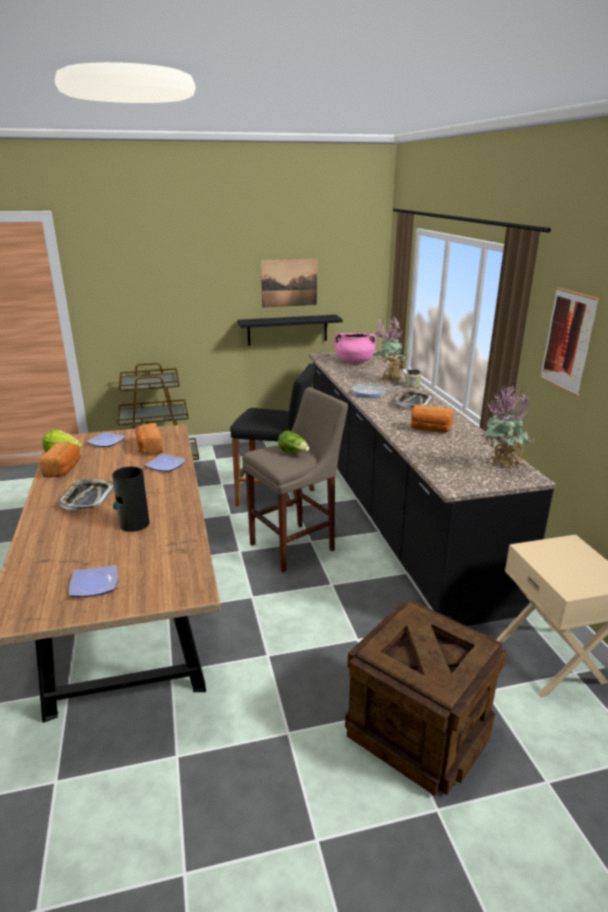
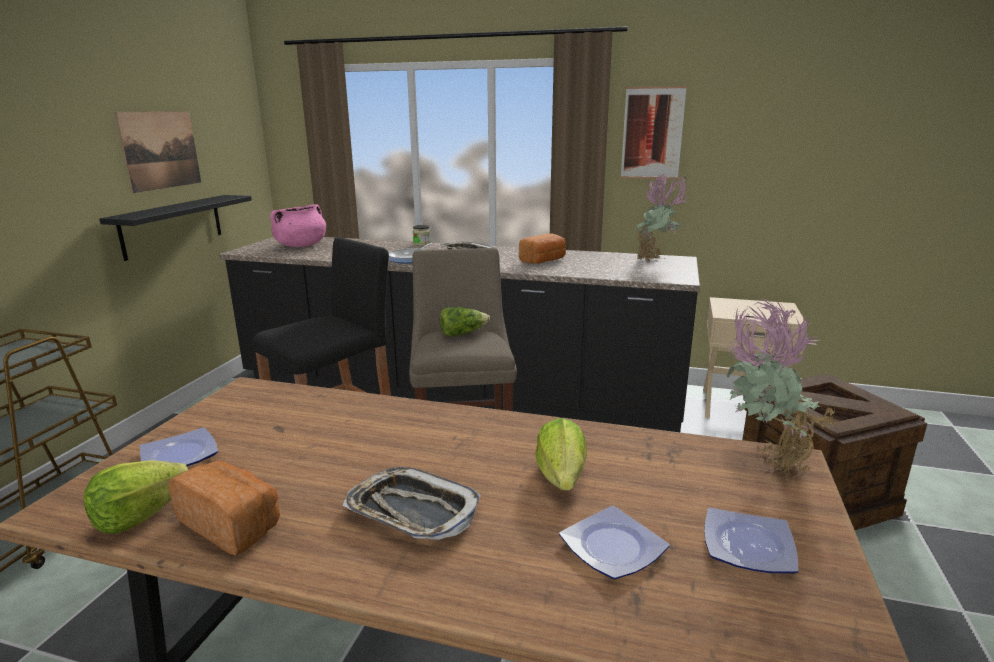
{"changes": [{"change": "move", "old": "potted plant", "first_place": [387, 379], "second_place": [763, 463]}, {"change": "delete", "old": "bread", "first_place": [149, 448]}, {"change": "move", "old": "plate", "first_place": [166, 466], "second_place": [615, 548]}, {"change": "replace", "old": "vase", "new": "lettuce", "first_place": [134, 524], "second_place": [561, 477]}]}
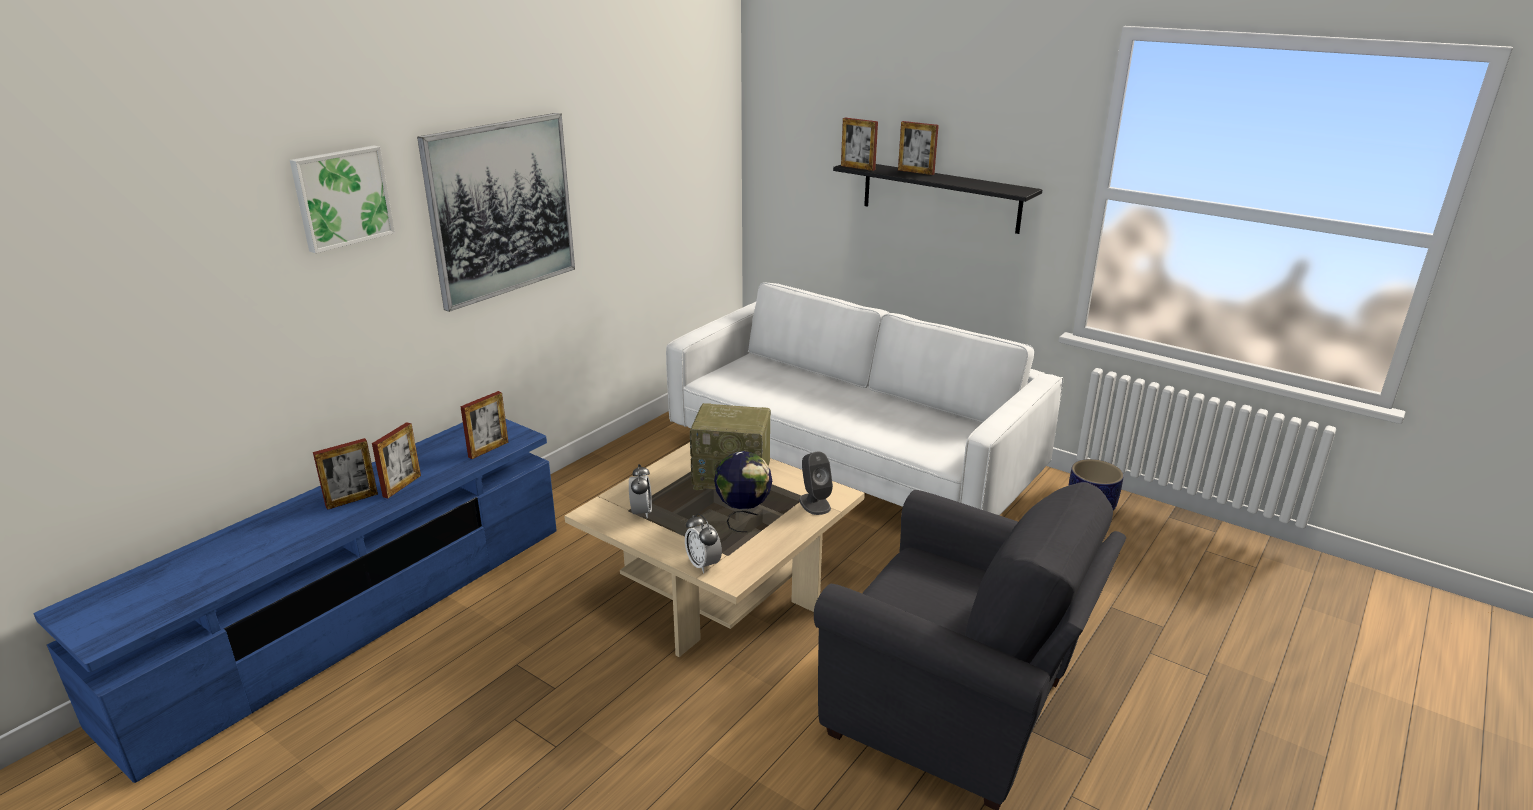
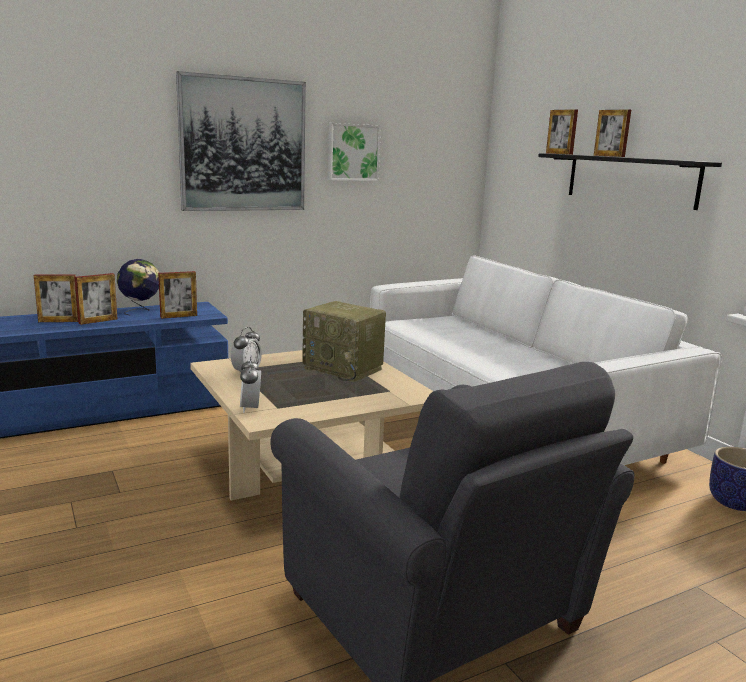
{"changes": [{"change": "move", "old": "picture", "first_place": [341, 197], "second_place": [352, 152]}, {"change": "move", "old": "globe", "first_place": [743, 518], "second_place": [140, 311]}, {"change": "delete", "old": "speaker/grey", "first_place": [814, 503]}]}
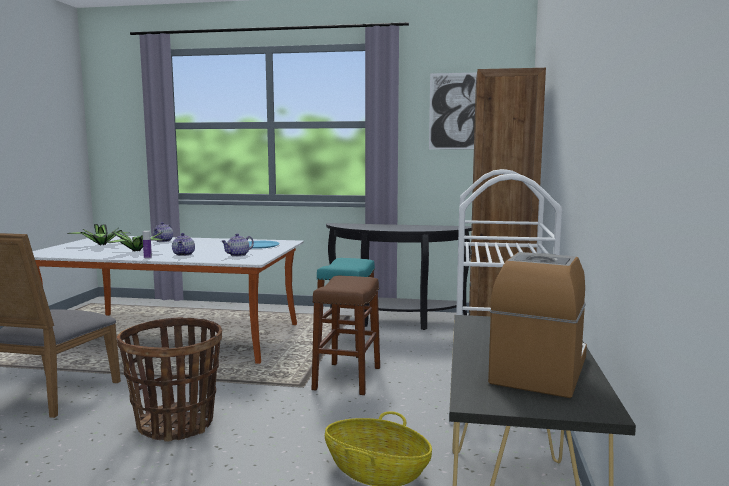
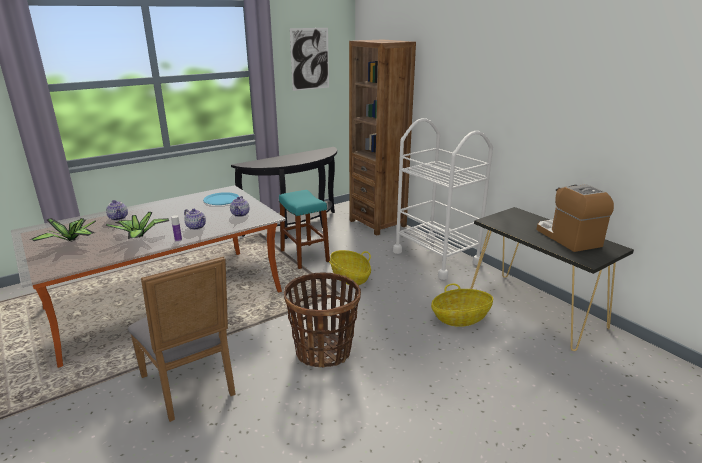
{"changes": [{"change": "replace", "old": "stool/brown", "new": "basket", "first_place": [347, 378], "second_place": [350, 277]}]}
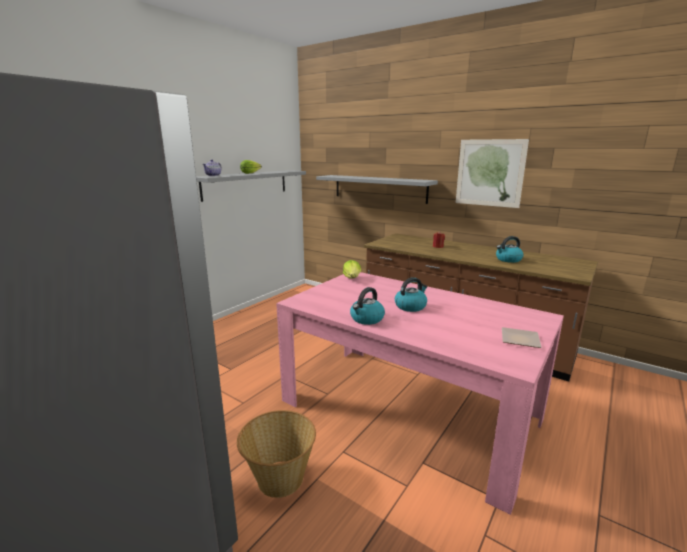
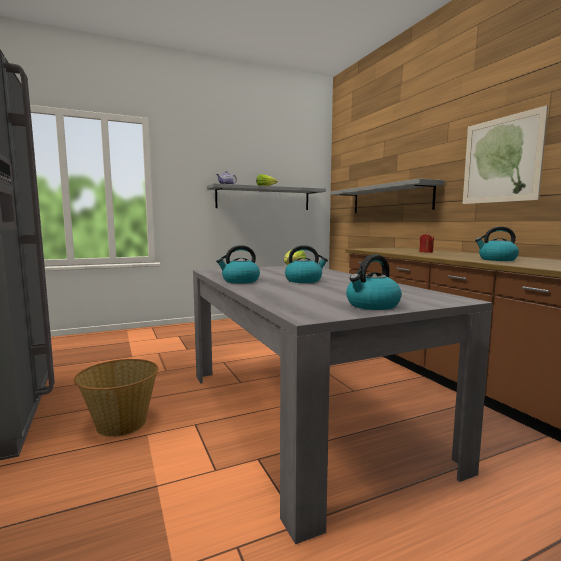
{"changes": [{"change": "recolor", "old": "dining table/pink", "new": "dining table/grey", "first_place": [408, 409], "second_place": [303, 414]}, {"change": "replace", "old": "plate", "new": "kettle", "first_place": [521, 339], "second_place": [372, 305]}]}
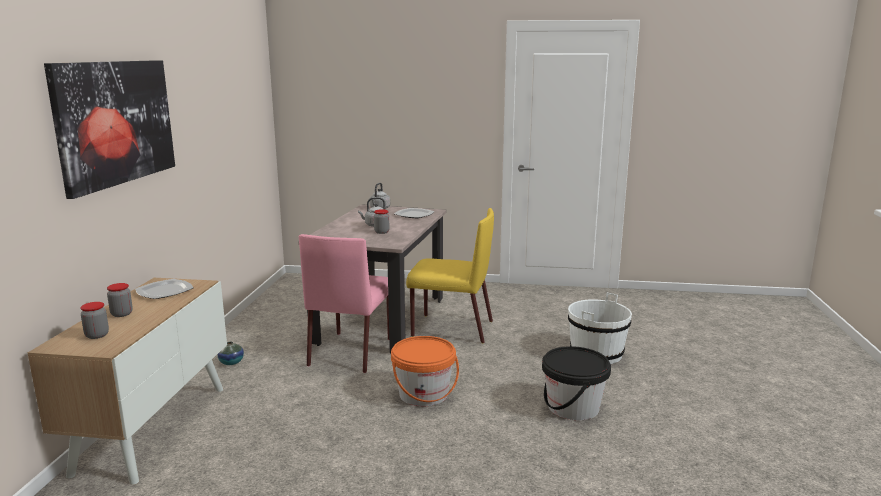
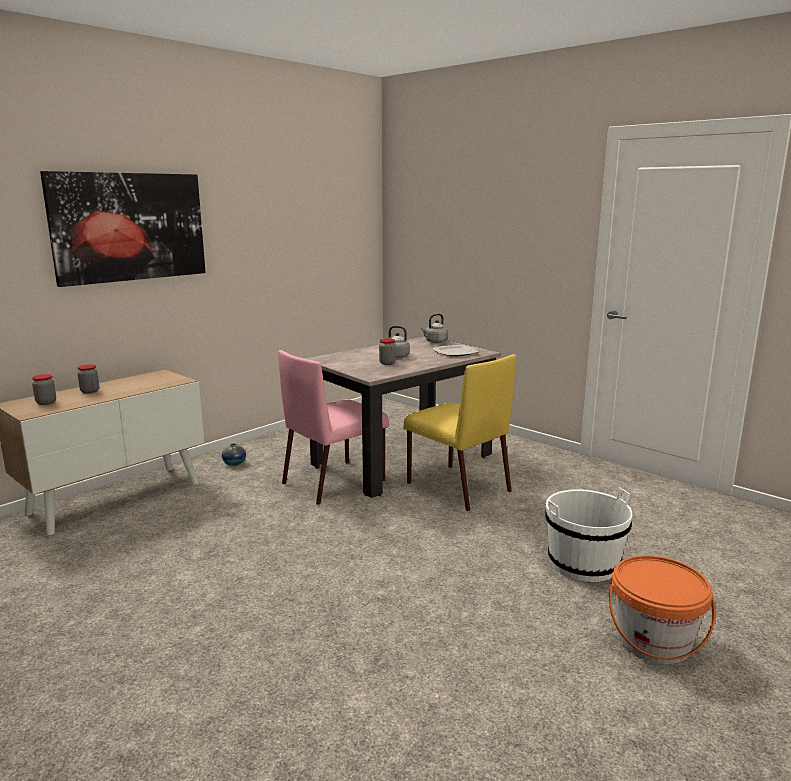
{"changes": [{"change": "delete", "old": "plate", "first_place": [164, 291]}, {"change": "move", "old": "bucket/orange", "first_place": [423, 394], "second_place": [653, 641]}, {"change": "delete", "old": "bucket/black", "first_place": [573, 407]}]}
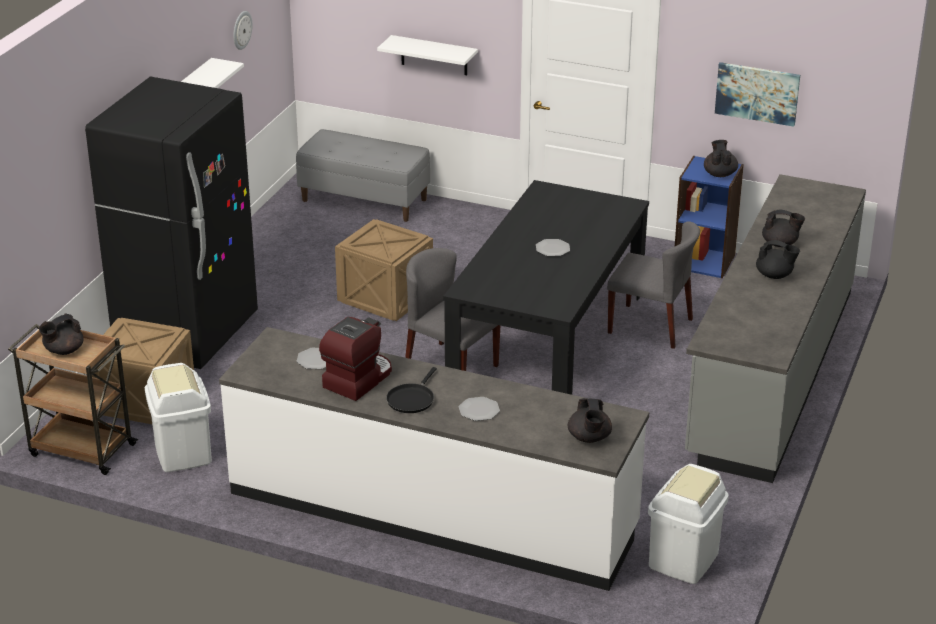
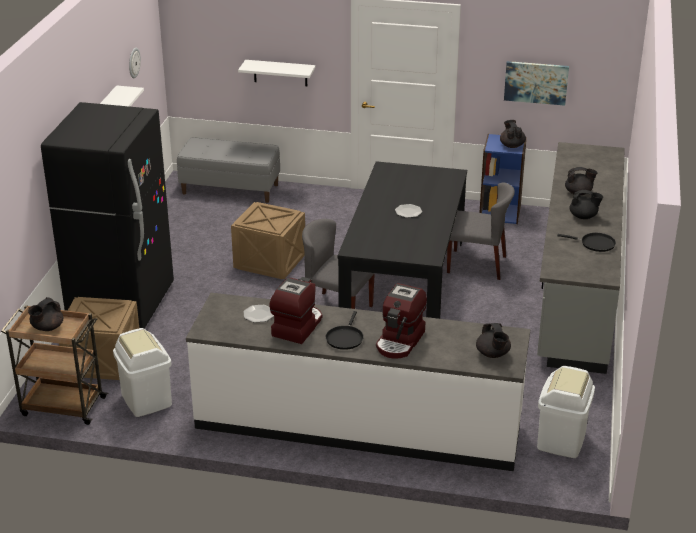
{"changes": [{"change": "replace", "old": "plate", "new": "coffee machine", "first_place": [479, 410], "second_place": [400, 341]}, {"change": "insert", "new": "frying pan/black", "second_place": [595, 244]}]}
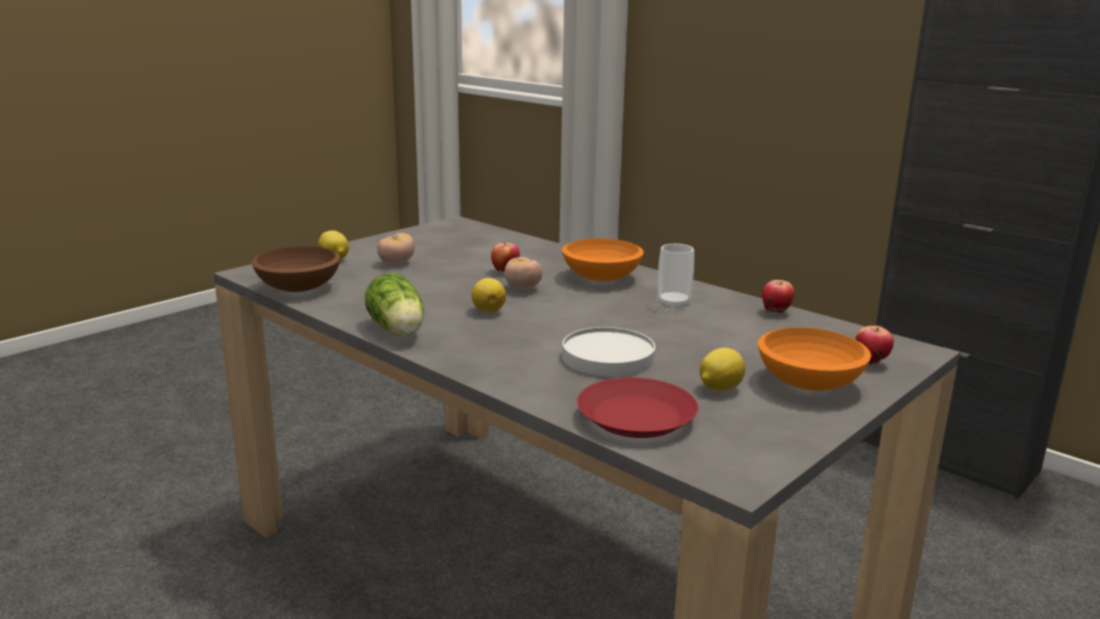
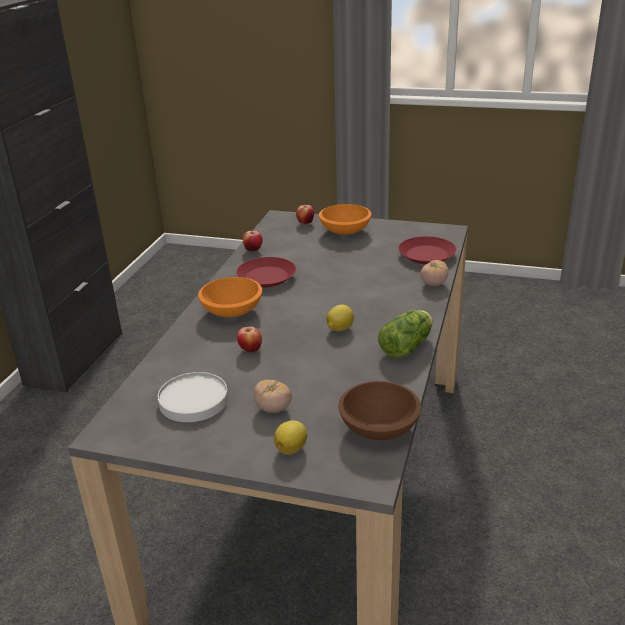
{"changes": [{"change": "replace", "old": "cup", "new": "plate/red", "first_place": [673, 304], "second_place": [267, 277]}, {"change": "move", "old": "tomato", "first_place": [523, 288], "second_place": [433, 284]}, {"change": "move", "old": "plate/white", "first_place": [608, 357], "second_place": [193, 400]}, {"change": "delete", "old": "lemon", "first_place": [719, 388]}]}
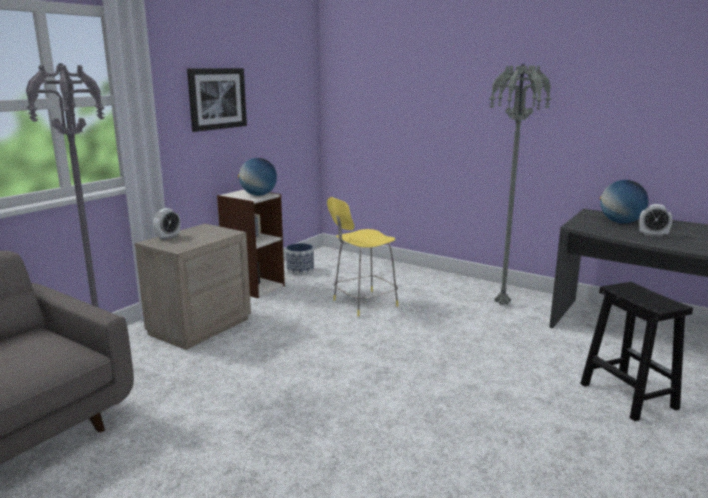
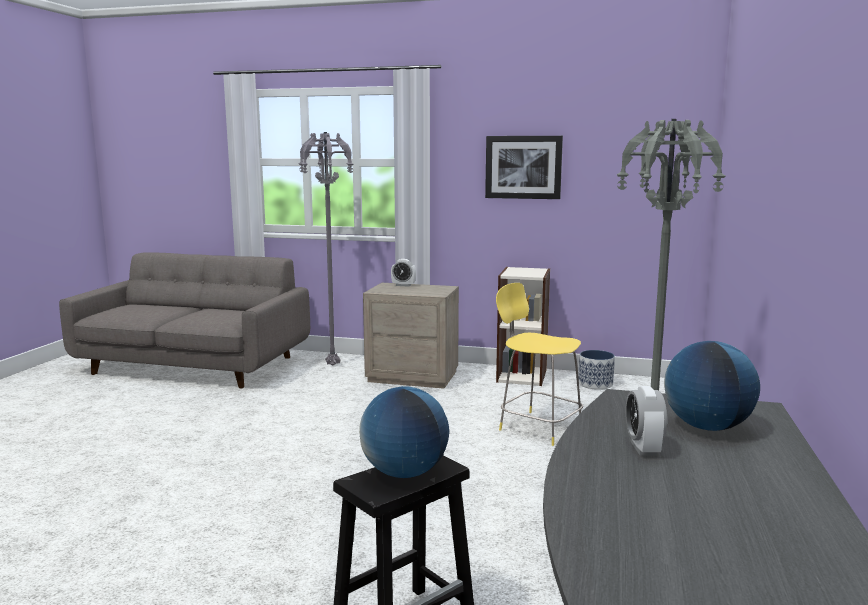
{"changes": [{"change": "move", "old": "globe", "first_place": [258, 195], "second_place": [404, 473]}]}
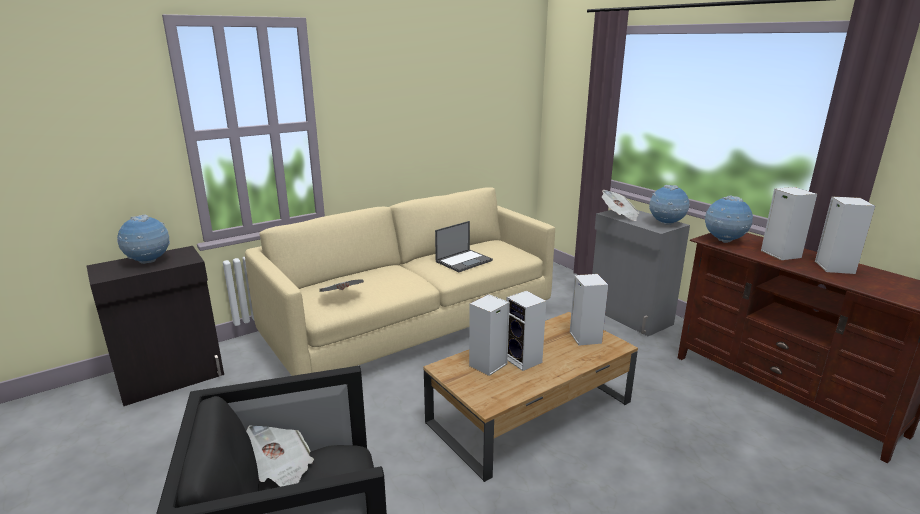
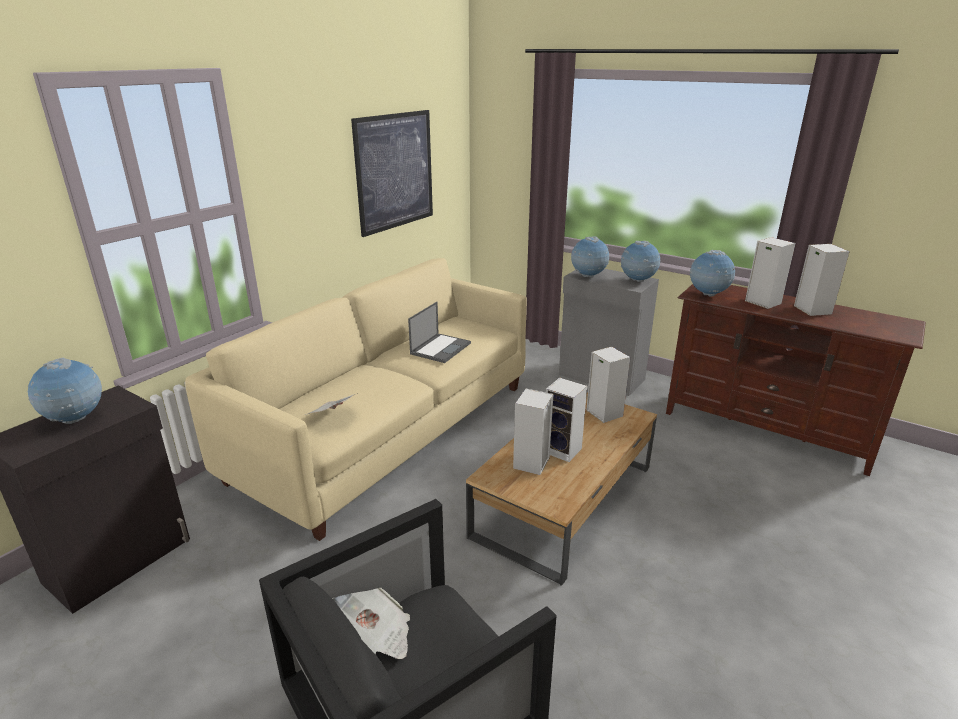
{"changes": [{"change": "replace", "old": "newspaper", "new": "globe", "first_place": [619, 215], "second_place": [588, 276]}, {"change": "insert", "new": "picture", "second_place": [395, 171]}]}
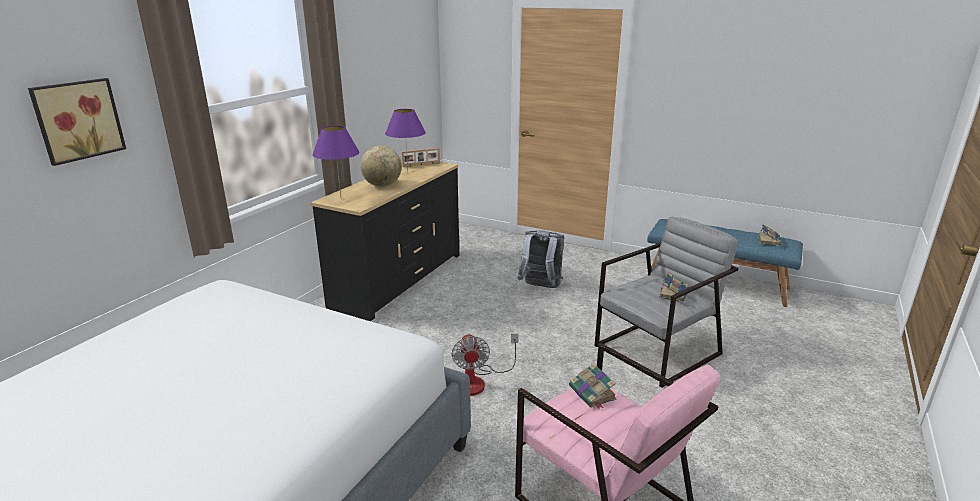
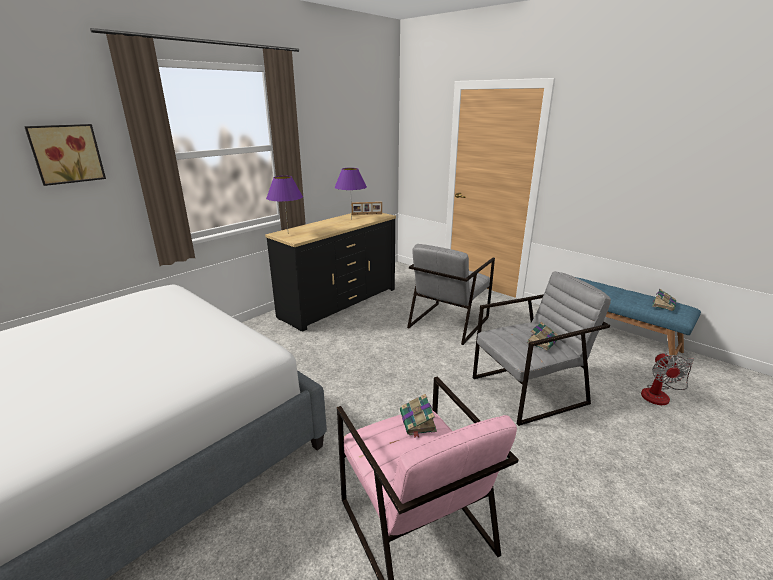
{"changes": [{"change": "delete", "old": "globe", "first_place": [383, 185]}, {"change": "replace", "old": "backpack/grey", "new": "armchair/grey", "first_place": [540, 287], "second_place": [448, 322]}, {"change": "move", "old": "fan", "first_place": [478, 381], "second_place": [660, 394]}]}
